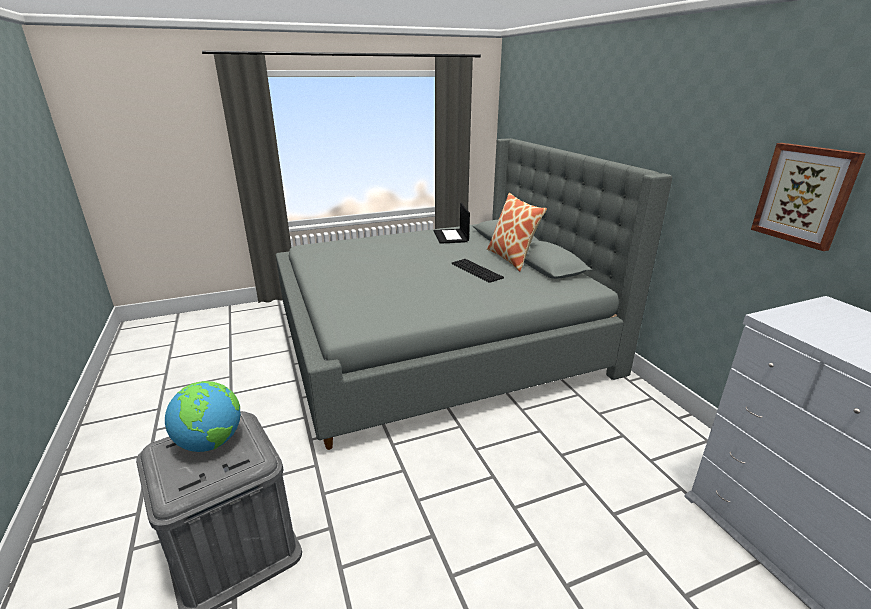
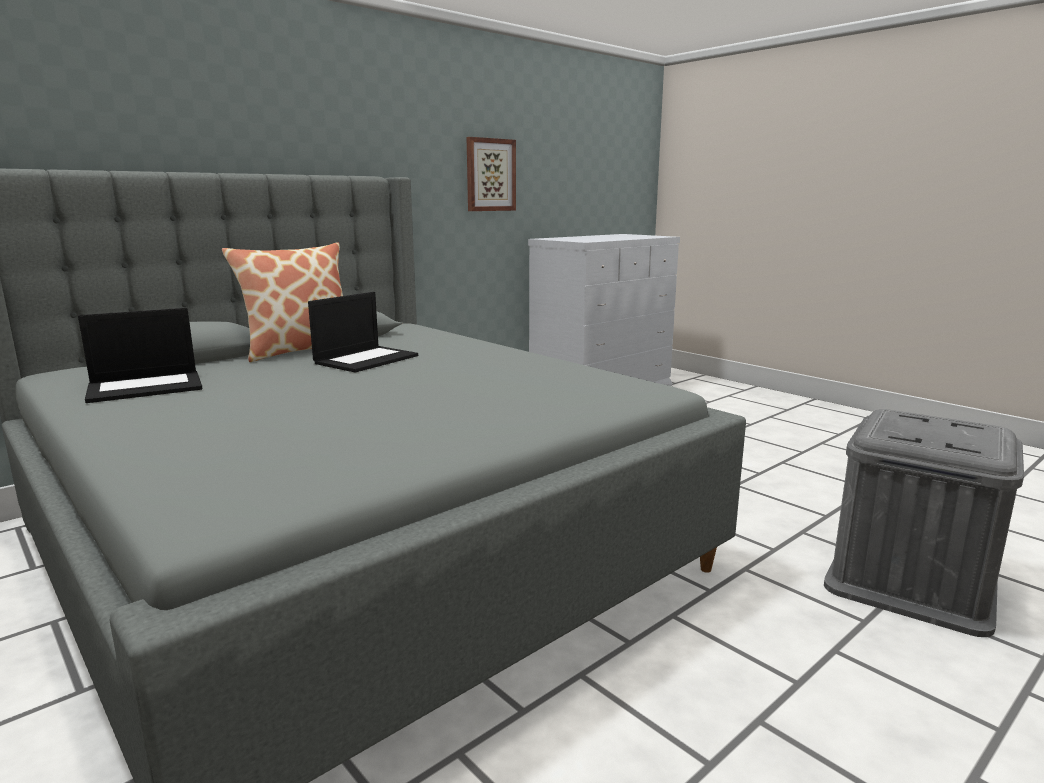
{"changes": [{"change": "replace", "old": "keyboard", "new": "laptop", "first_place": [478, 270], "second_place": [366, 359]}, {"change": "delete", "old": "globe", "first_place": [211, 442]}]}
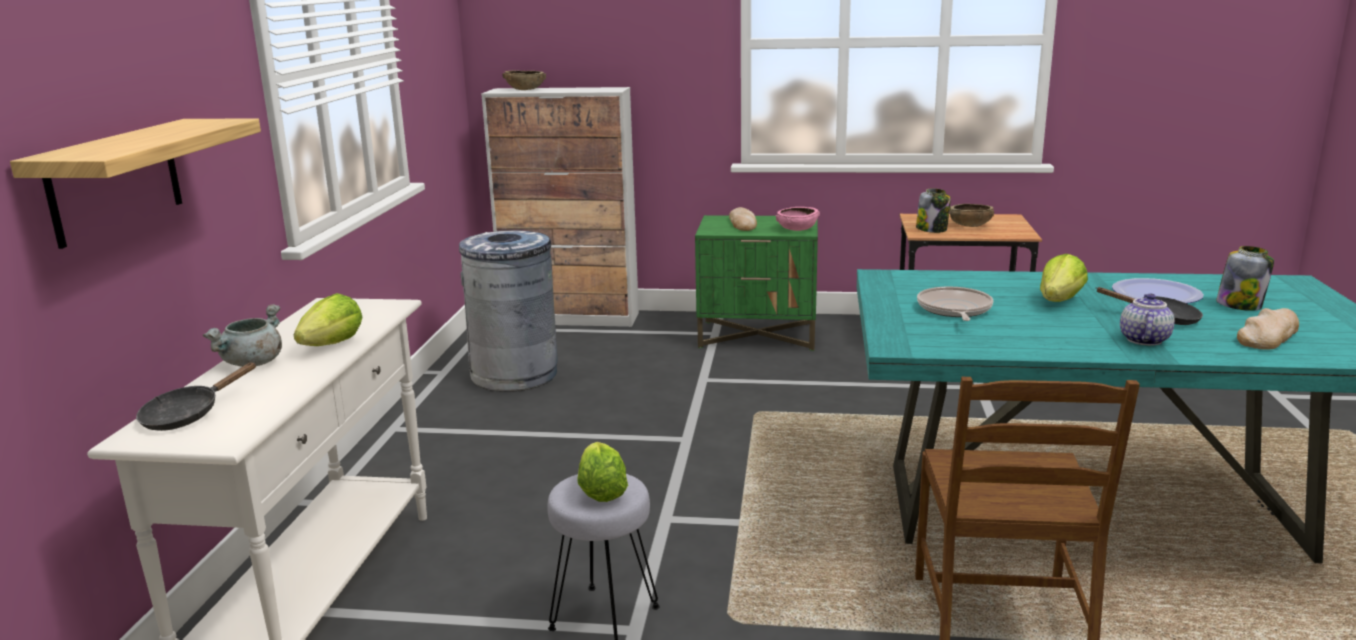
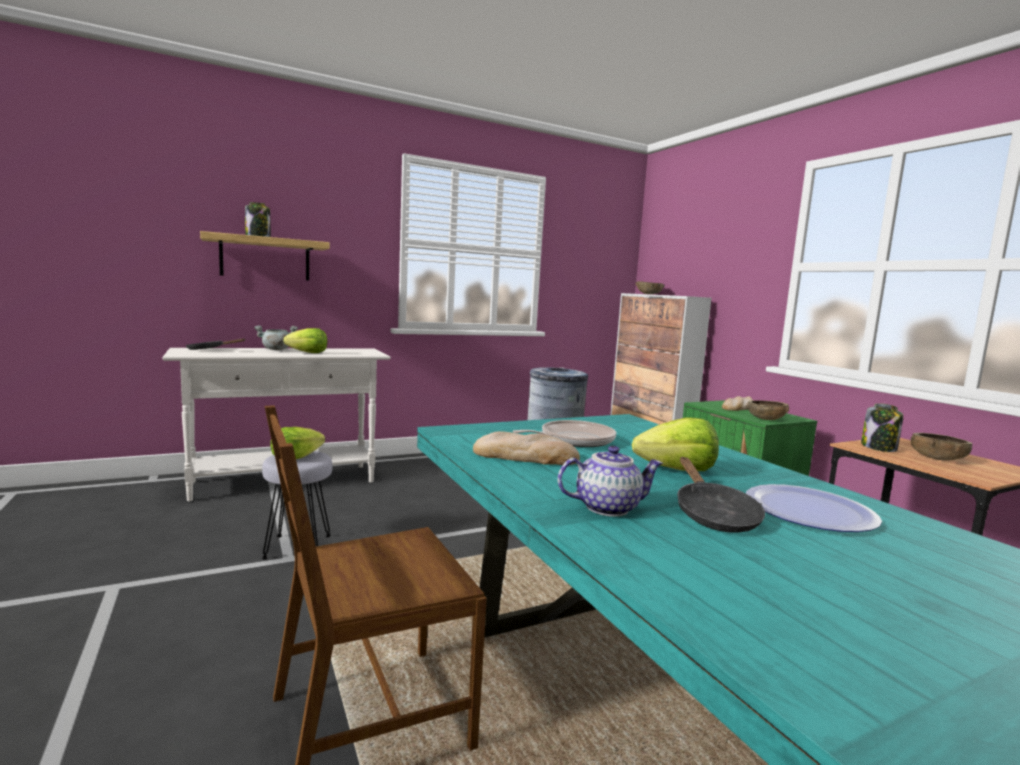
{"changes": [{"change": "recolor", "old": "bowl/pink", "new": "bowl/brown", "first_place": [797, 229], "second_place": [766, 419]}, {"change": "move", "old": "jar", "first_place": [1239, 305], "second_place": [258, 236]}, {"change": "move", "old": "bread", "first_place": [1267, 335], "second_place": [525, 456]}]}
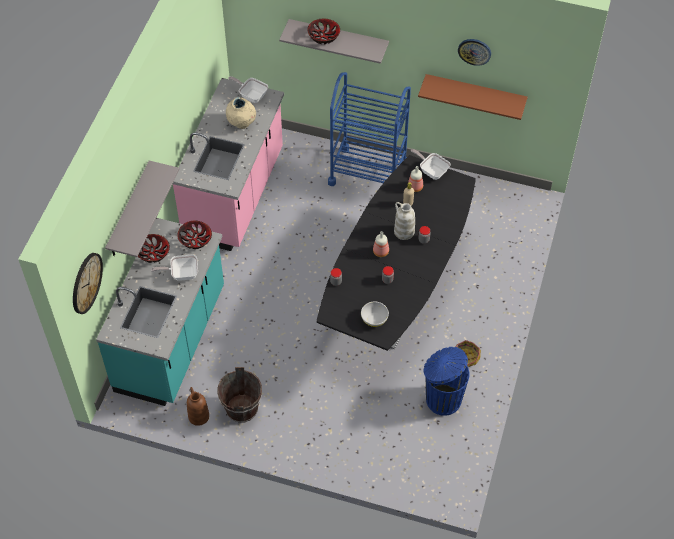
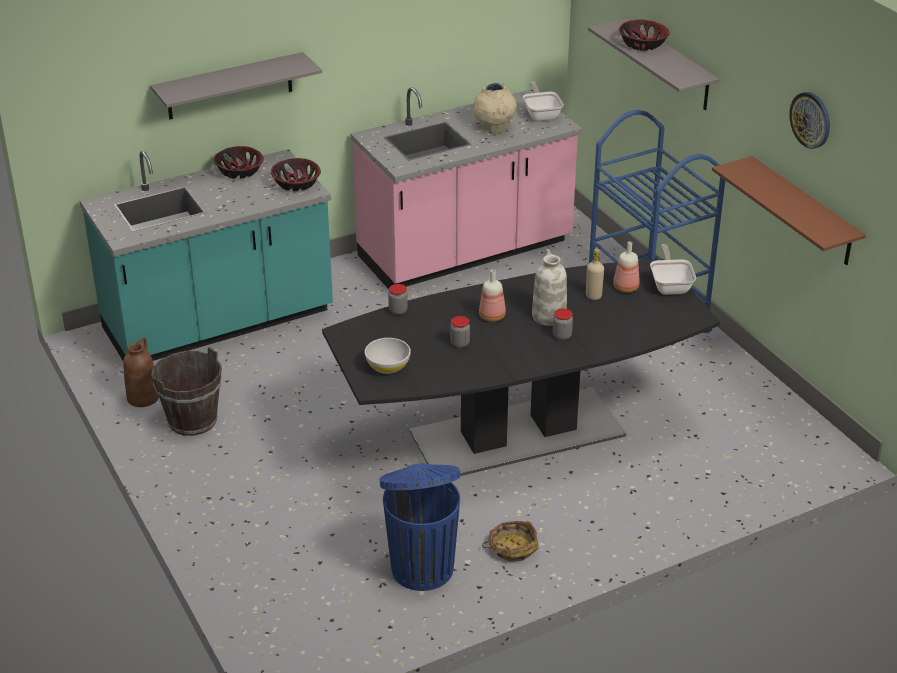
{"changes": [{"change": "delete", "old": "wall clock", "first_place": [86, 283]}, {"change": "delete", "old": "frying pan", "first_place": [181, 274]}]}
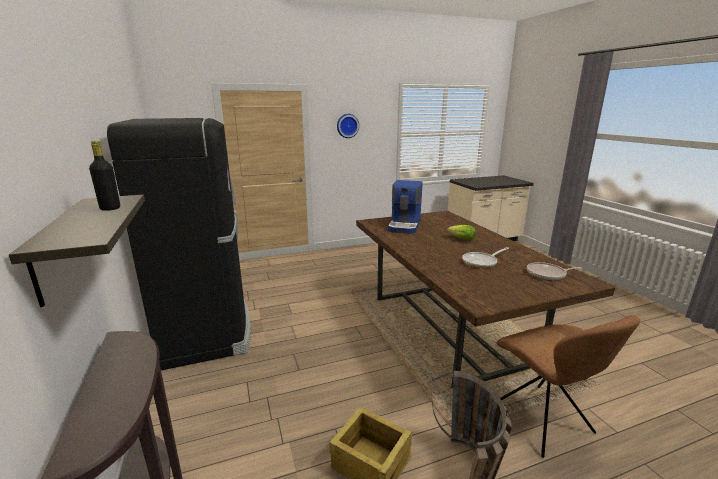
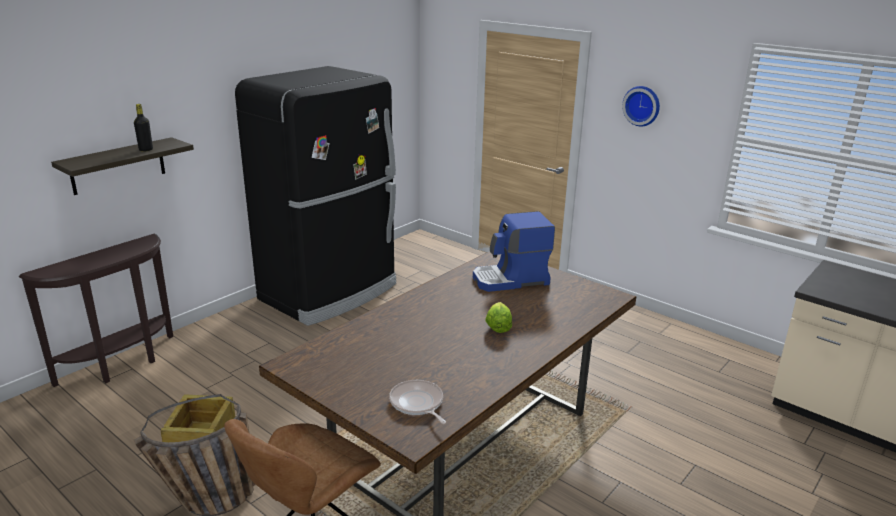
{"changes": [{"change": "delete", "old": "frying pan", "first_place": [481, 262]}]}
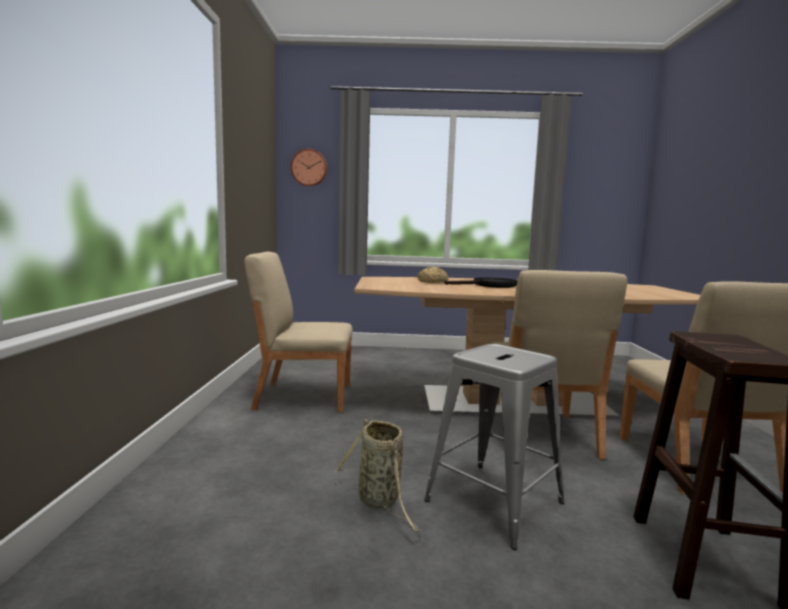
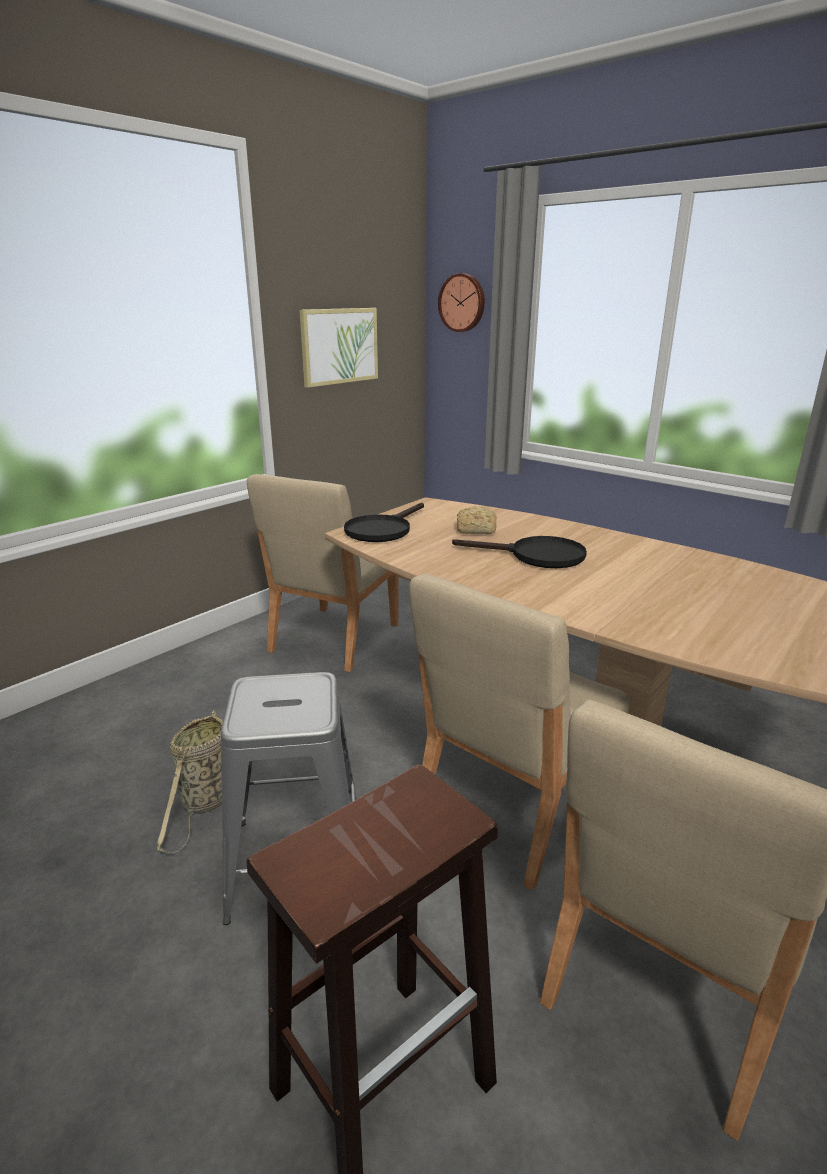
{"changes": [{"change": "rotate", "old": "chair/beige", "first_place": [302, 396], "second_place": [333, 638], "degrees": -105}, {"change": "insert", "new": "picture", "second_place": [339, 346]}, {"change": "insert", "new": "frying pan/black", "second_place": [382, 530]}]}
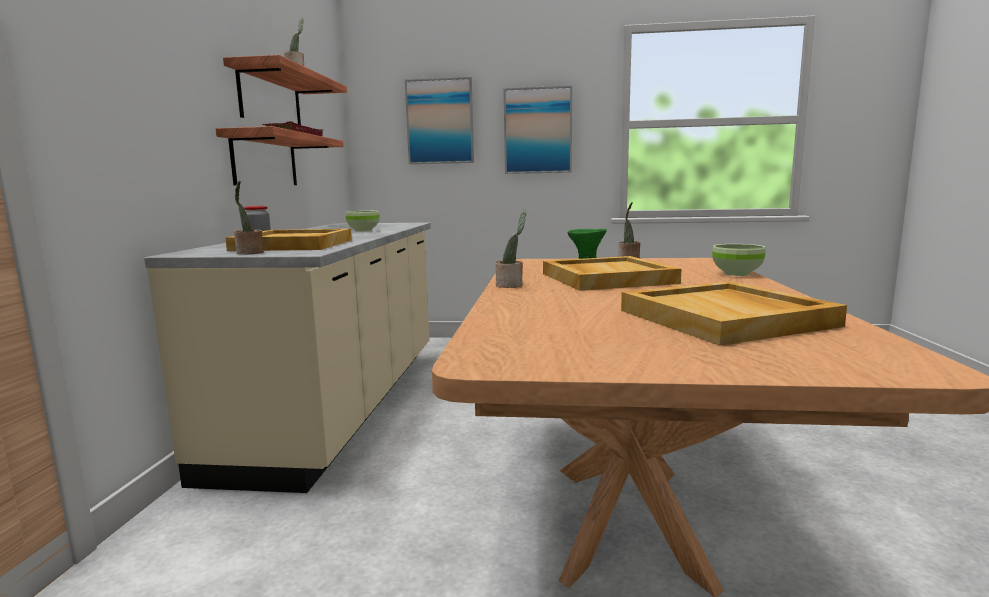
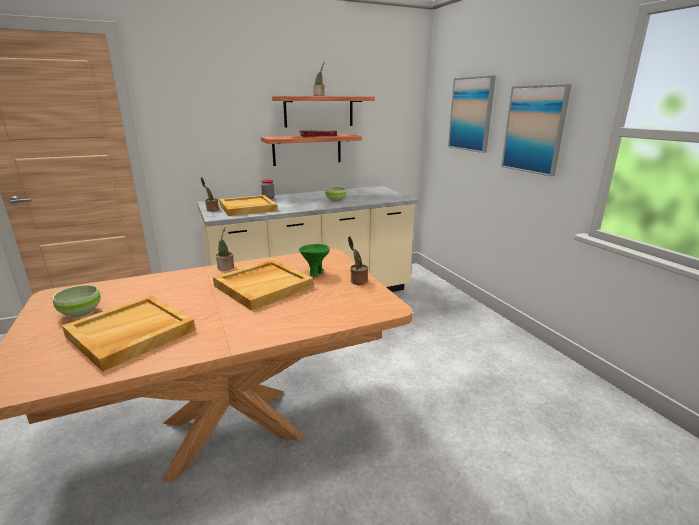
{"changes": [{"change": "move", "old": "bowl/green", "first_place": [735, 274], "second_place": [81, 313]}]}
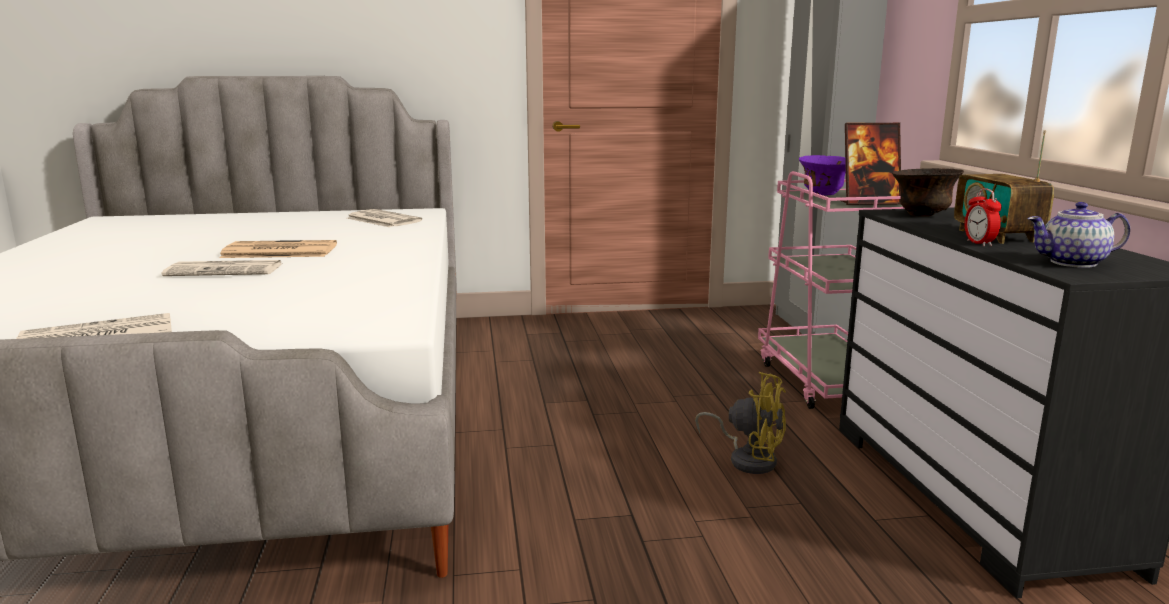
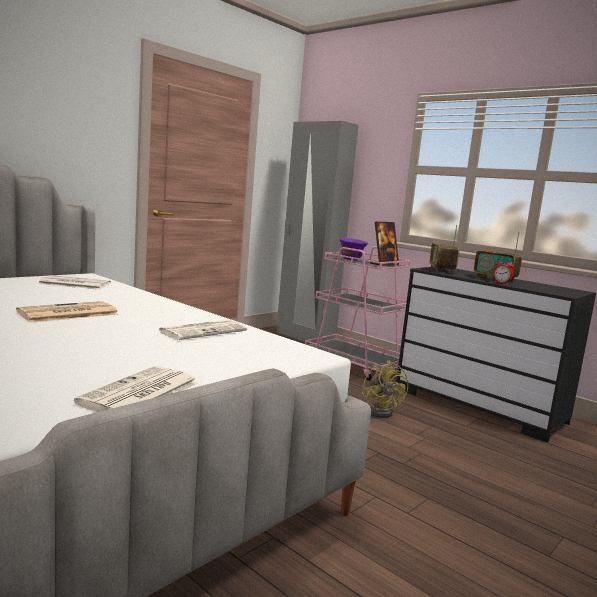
{"changes": [{"change": "replace", "old": "bowl/brown", "new": "radio", "first_place": [922, 215], "second_place": [441, 270]}, {"change": "delete", "old": "teapot", "first_place": [1072, 263]}, {"change": "move", "old": "newspaper", "first_place": [226, 270], "second_place": [203, 331]}, {"change": "rotate", "old": "fan/yellow", "first_place": [748, 459], "second_place": [382, 411], "degrees": 90}]}
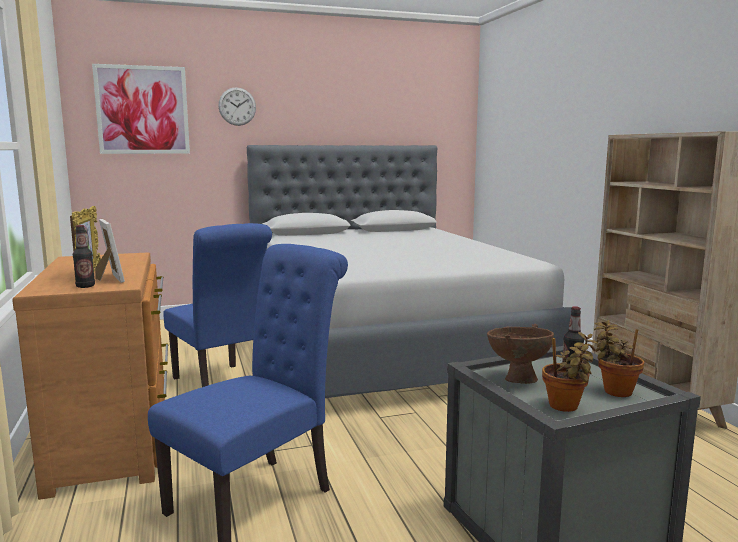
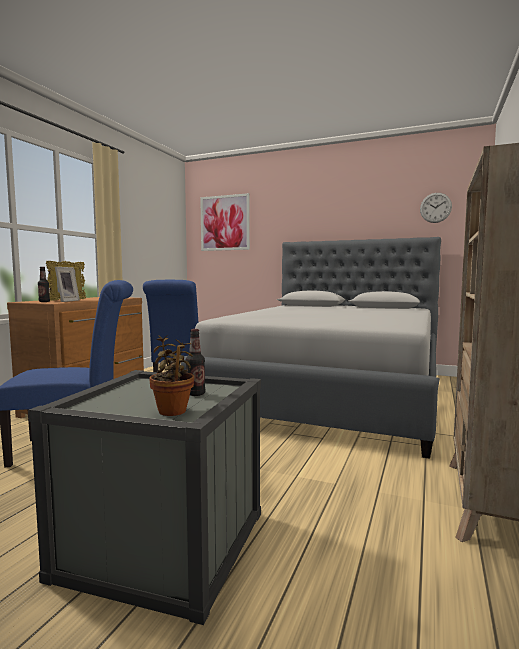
{"changes": [{"change": "move", "old": "wall clock", "first_place": [237, 106], "second_place": [435, 207]}, {"change": "delete", "old": "bowl/brown", "first_place": [517, 380]}, {"change": "delete", "old": "potted plant", "first_place": [566, 407]}]}
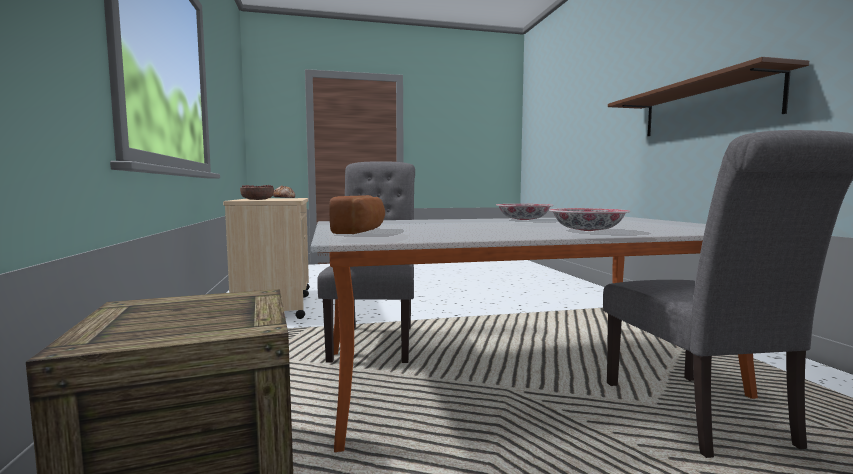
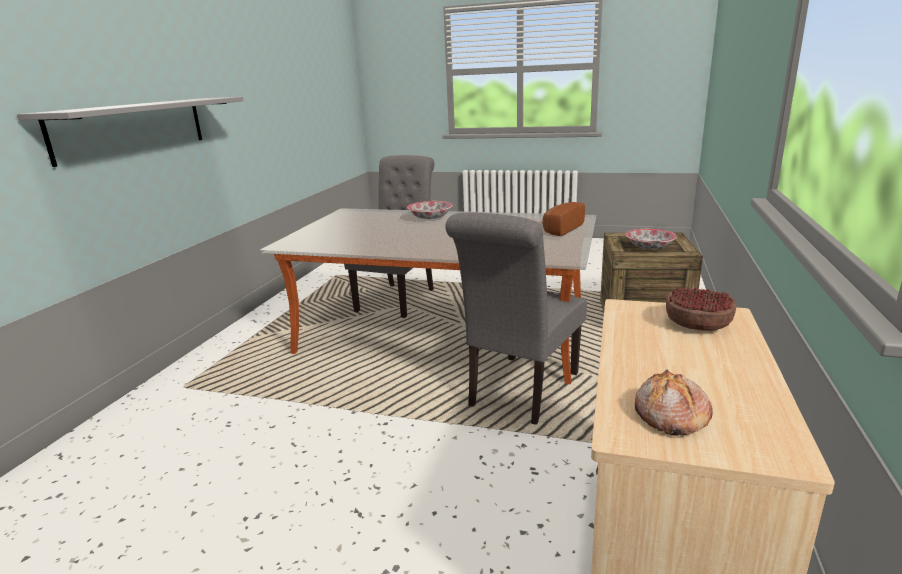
{"changes": [{"change": "recolor", "old": "shelf/brown", "new": "shelf/grey", "first_place": [706, 107], "second_place": [132, 128]}, {"change": "move", "old": "bowl", "first_place": [524, 220], "second_place": [649, 247]}]}
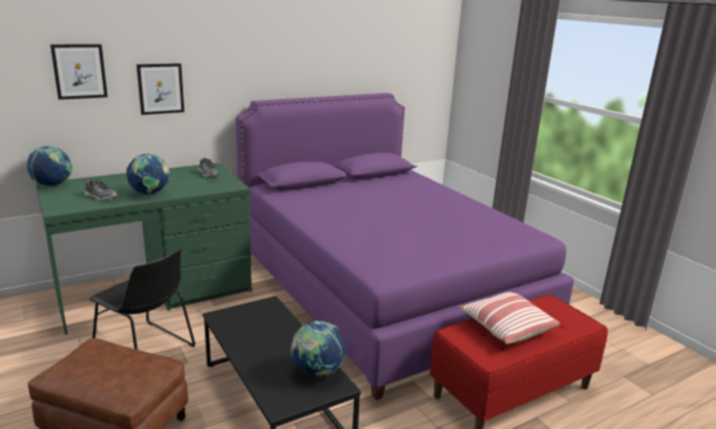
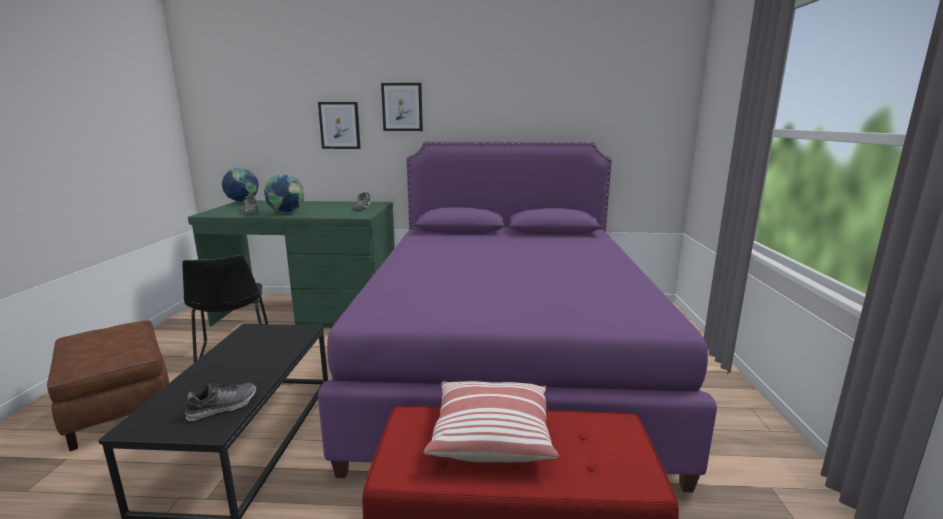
{"changes": [{"change": "move", "old": "picture", "first_place": [79, 71], "second_place": [402, 107]}, {"change": "replace", "old": "globe", "new": "shoe", "first_place": [317, 372], "second_place": [223, 407]}]}
